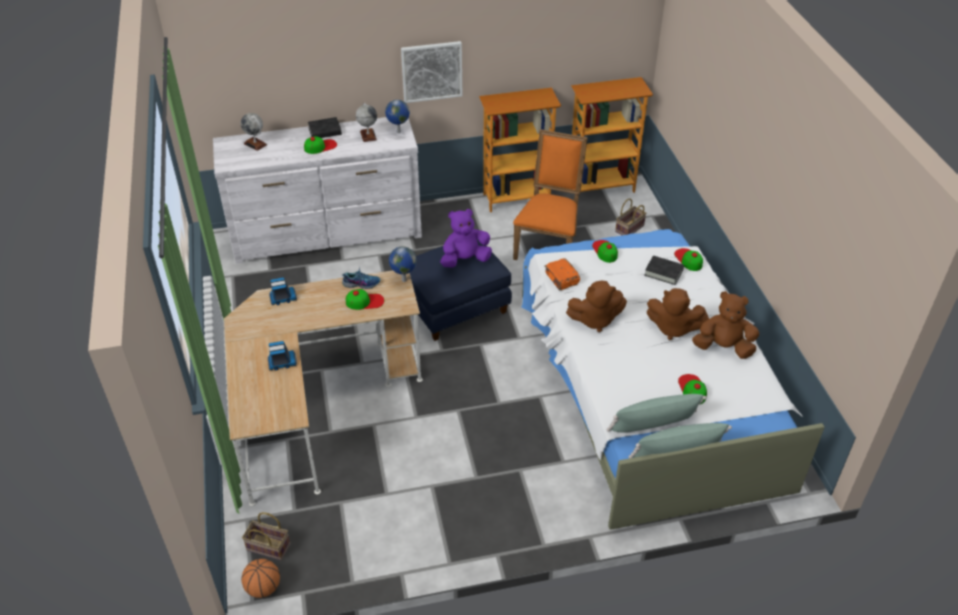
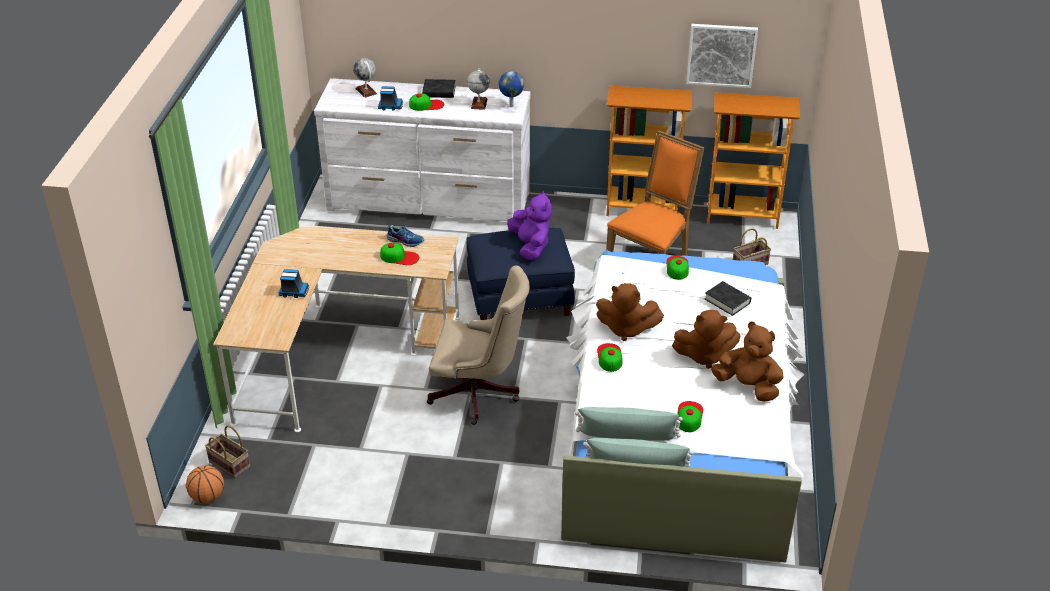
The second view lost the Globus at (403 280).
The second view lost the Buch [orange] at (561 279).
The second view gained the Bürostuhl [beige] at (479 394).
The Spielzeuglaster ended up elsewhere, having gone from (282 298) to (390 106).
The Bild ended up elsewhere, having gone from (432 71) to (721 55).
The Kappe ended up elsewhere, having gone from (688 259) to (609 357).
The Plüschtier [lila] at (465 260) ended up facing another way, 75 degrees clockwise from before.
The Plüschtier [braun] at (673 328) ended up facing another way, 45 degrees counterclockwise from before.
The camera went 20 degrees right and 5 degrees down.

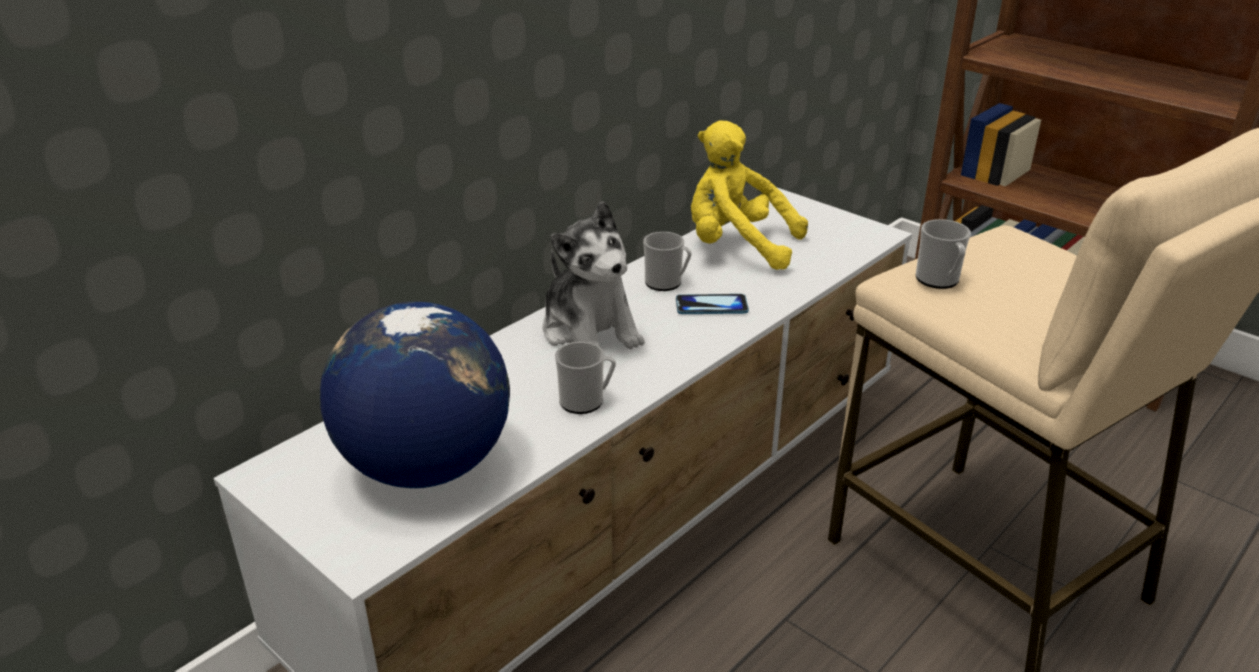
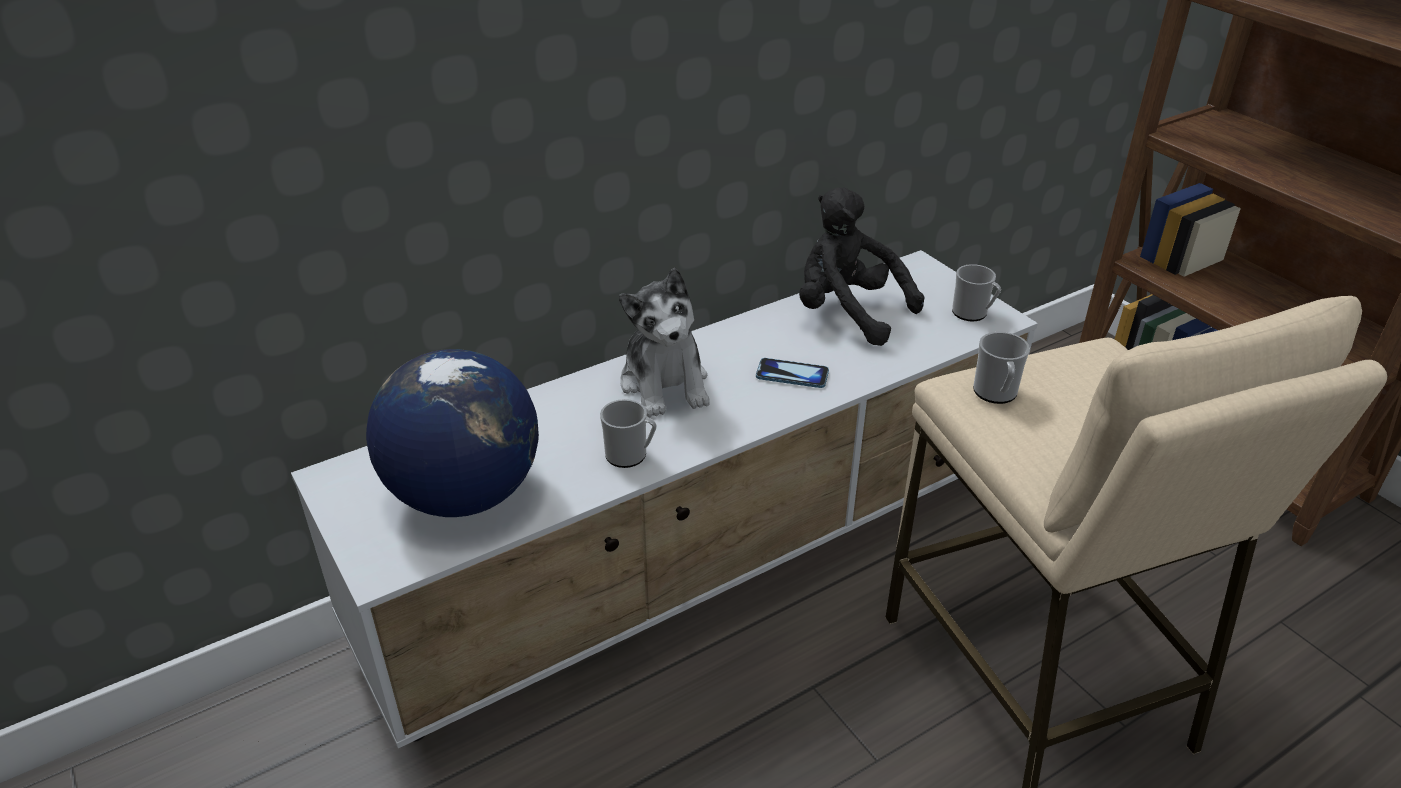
The Henkelbecher ended up elsewhere, having gone from (667 283) to (973 313).
What was the Plüschtier [gelb] at (737 247) turned into the Plüschtier [schwarz] at (848 313).
The camera went 15 degrees right and 5 degrees up.

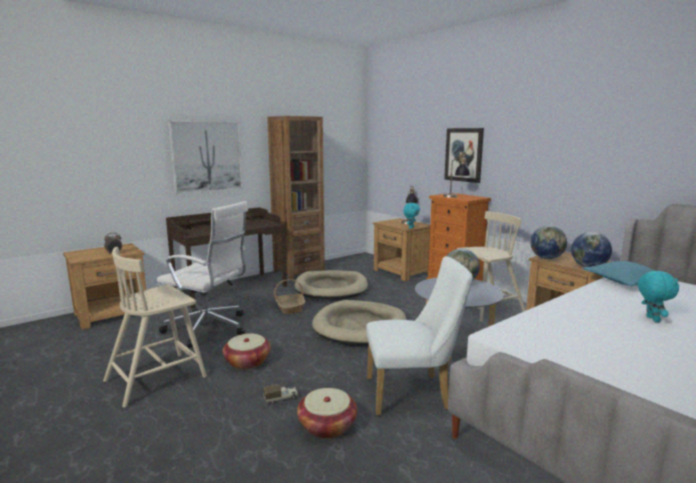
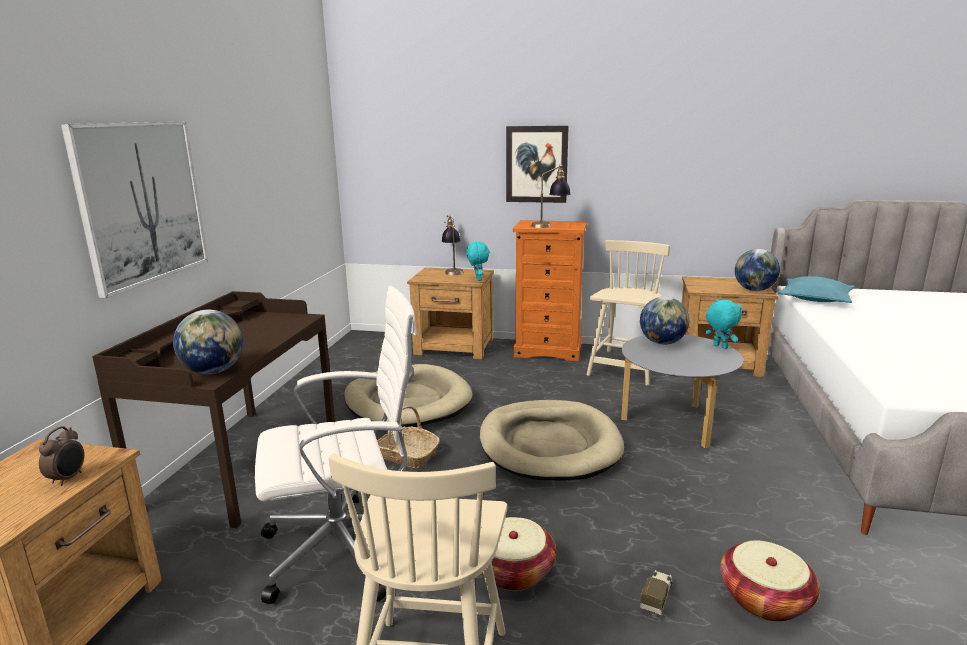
The second view lost the Bücherregal [braun] at (299 272).
The second view lost the Stuhl [weiß] at (413 394).
The Globus ended up elsewhere, having gone from (546 258) to (214 371).
The Plüschtier [türkis] ended up elsewhere, having gone from (651 319) to (719 347).
The camera went 40 degrees left and 5 degrees up.

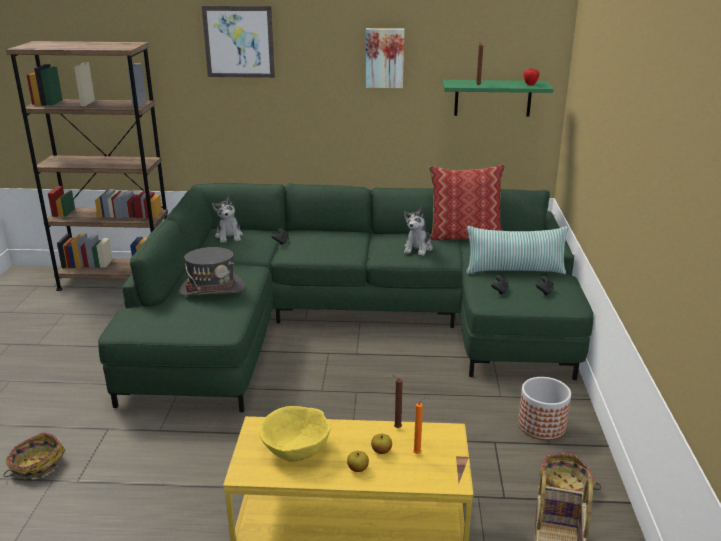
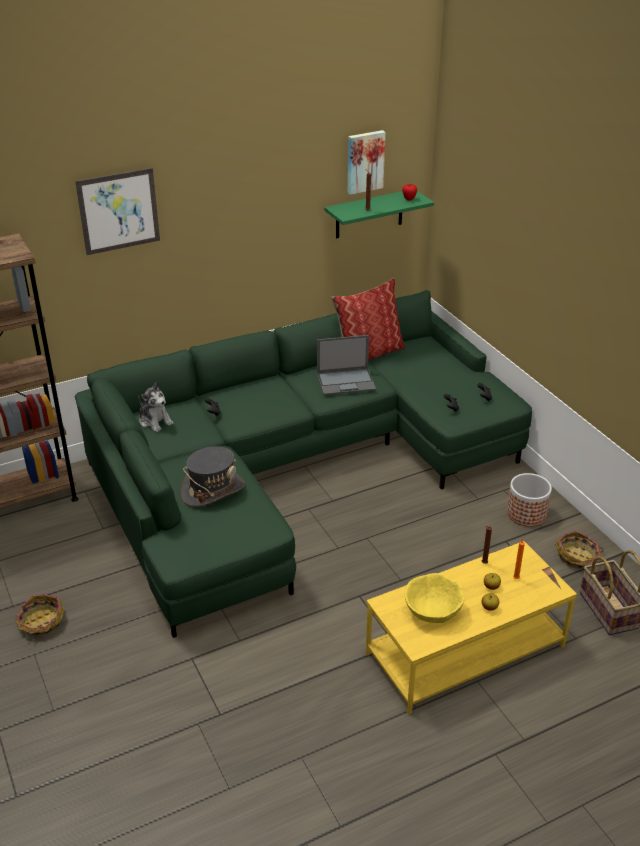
The second view lost the Kissen at (514 271).
The Korb ended up elsewhere, having gone from (36 464) to (41 623).
The Bild ended up elsewhere, having gone from (384 58) to (364 161).
Where the Plüschtier stood at (418 248), the Laptop came to stand at (346 381).
The camera went 30 degrees left and 10 degrees up.

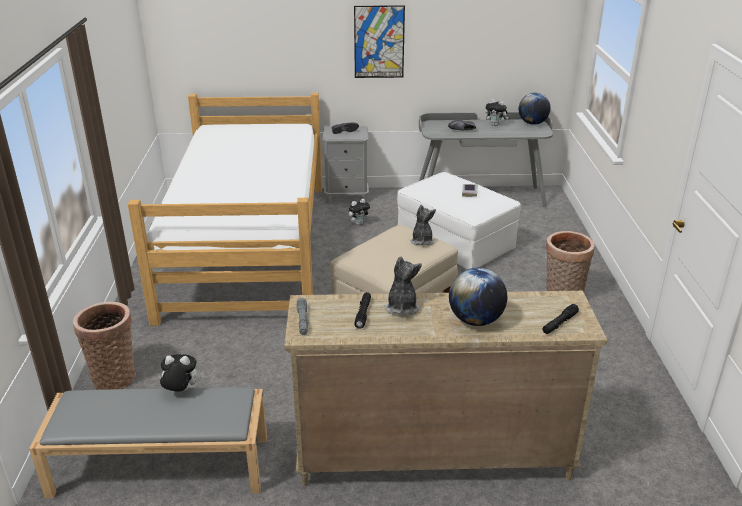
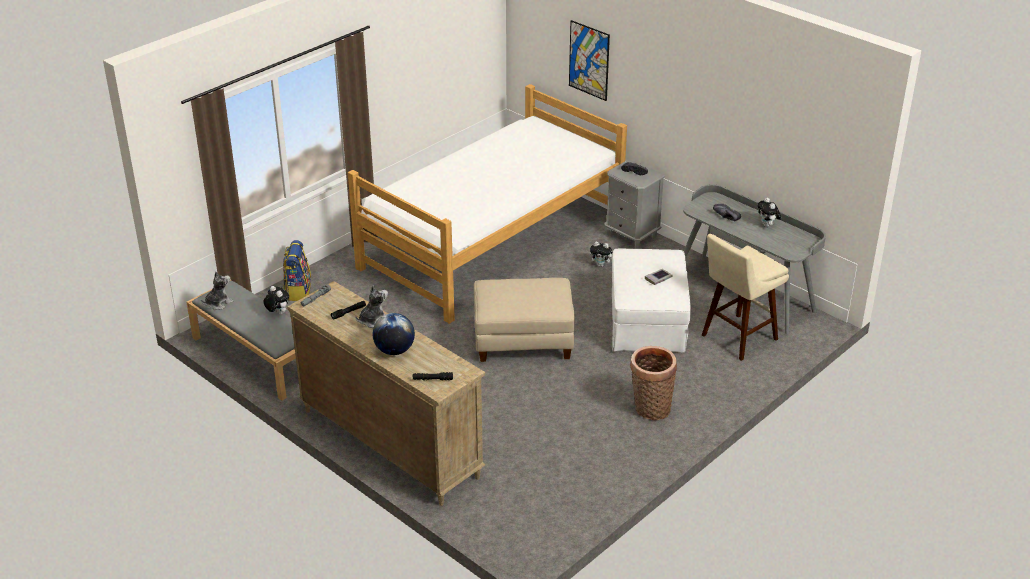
The second view lost the Globus at (532 123).
The second view gained the Hocker [beige] at (736 339).
The Bild ended up elsewhere, having gone from (379 42) to (589 60).
The Plüschtier ended up elsewhere, having gone from (422 241) to (218 303).
Where the Korb stood at (114 376), the Rucksack came to stand at (298 291).
The camera went 45 degrees right and 5 degrees up.

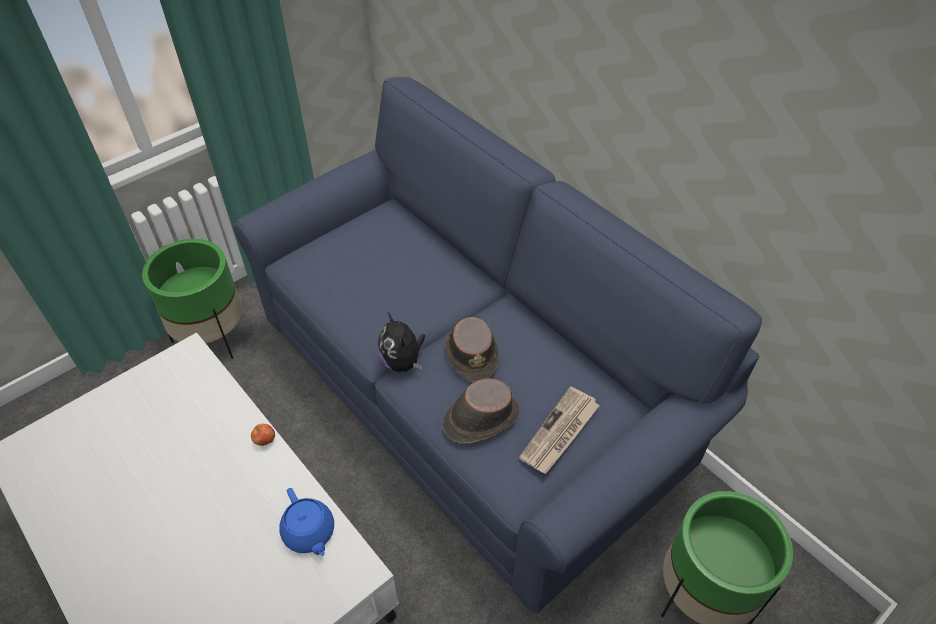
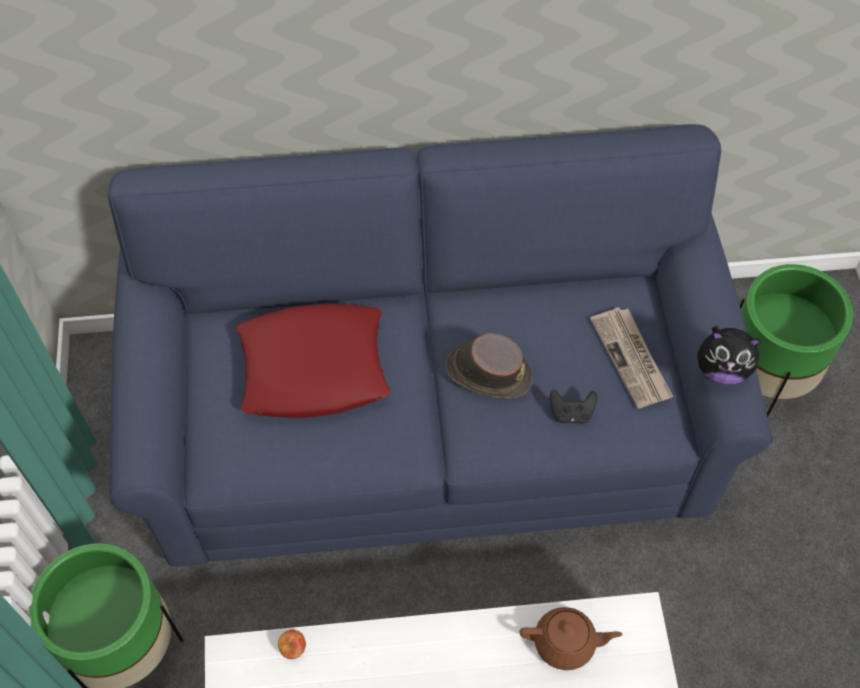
The second view gained the Kissen [rot] at (314 367).
The Apfel ended up elsewhere, having gone from (265 440) to (293 648).
The Plüschtier ended up elsewhere, having gone from (403 362) to (721 369).
Where the Hut [braun] stood at (480 419), the Gamepad [schwarz] came to stand at (571 413).
What was the Teekanne [blau] at (309 533) turned into the Teekanne [braun] at (565 643).
The camera went 55 degrees left and 10 degrees up.

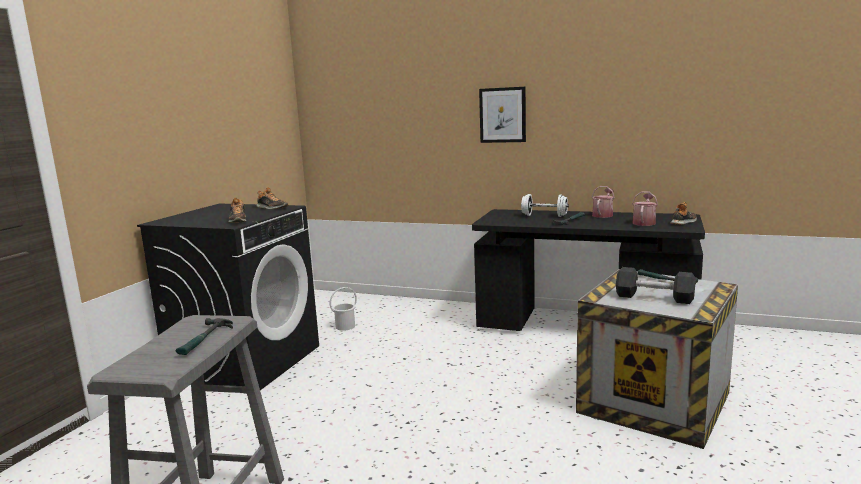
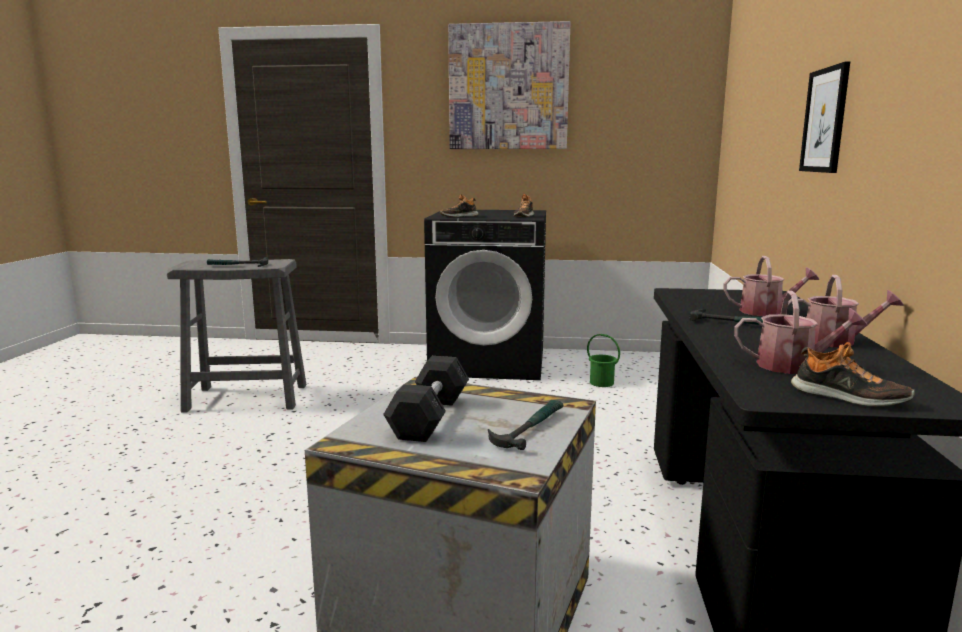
The second view gained the Bild at (508 87).
Where the Hantel [weiß] stood at (544 216), the Gießkanne came to stand at (766 312).
What was the Eimer [weiß] at (345 326) turned into the Eimer [grün] at (601 383).
The camera went 75 degrees right and 0 degrees up.

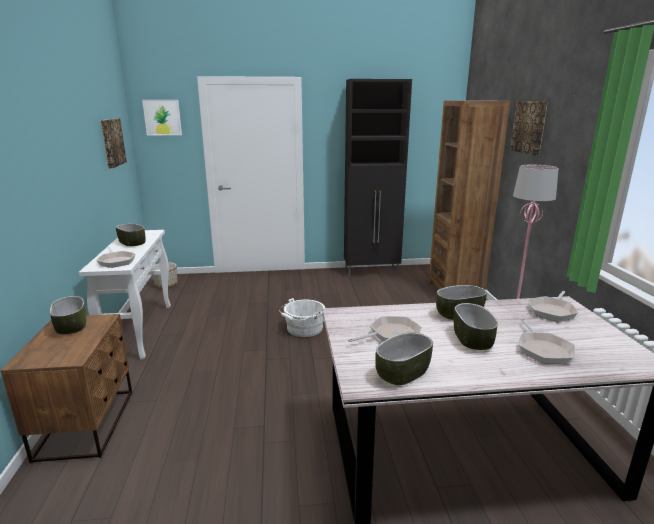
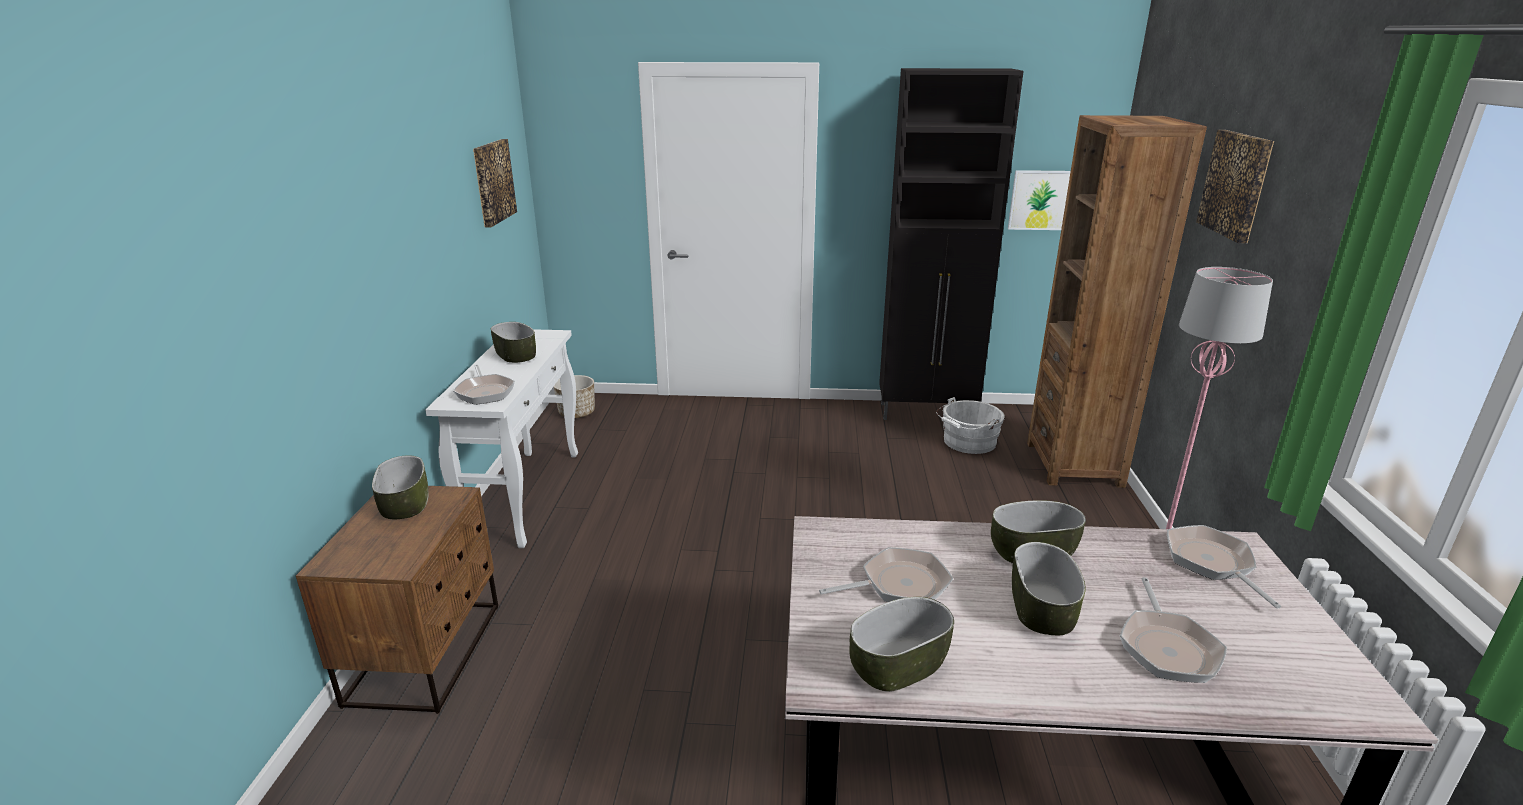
The Bild ended up elsewhere, having gone from (162 117) to (1040 200).
The Eimer [weiß] ended up elsewhere, having gone from (303 329) to (967 442).
The Pfanne at (552 311) ended up facing another way, 120 degrees clockwise from before.
The camera went 10 degrees right and 5 degrees up.

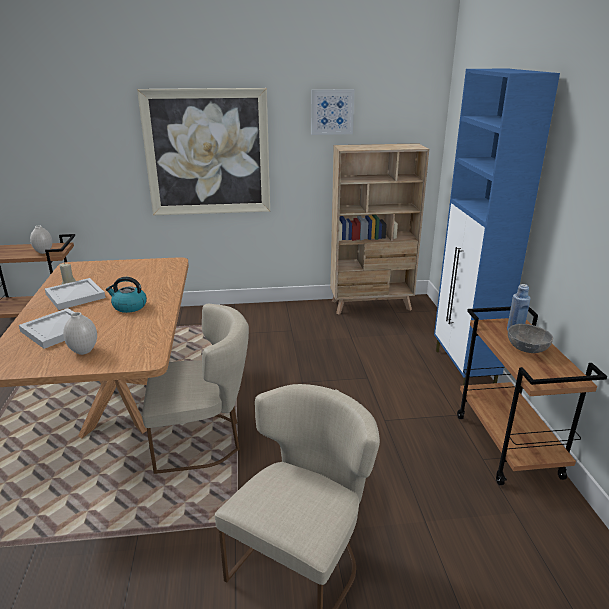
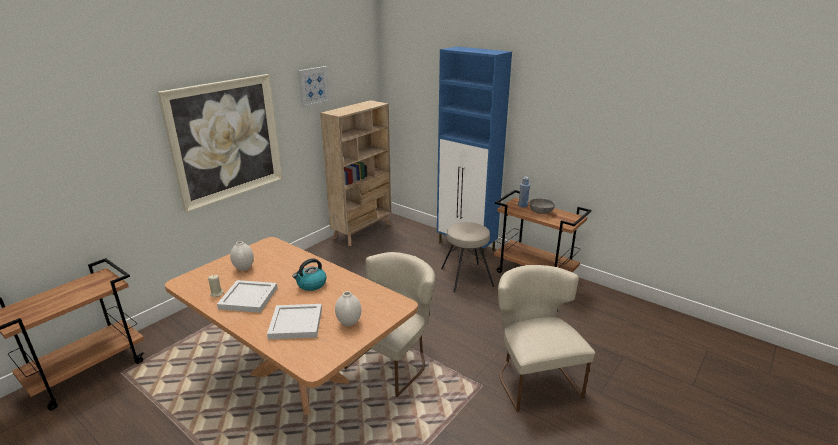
The second view gained the Hocker [beige] at (466 277).
The Vase [weiß] ended up elsewhere, having gone from (44 252) to (244 268).
The camera went 45 degrees left and 0 degrees up.

